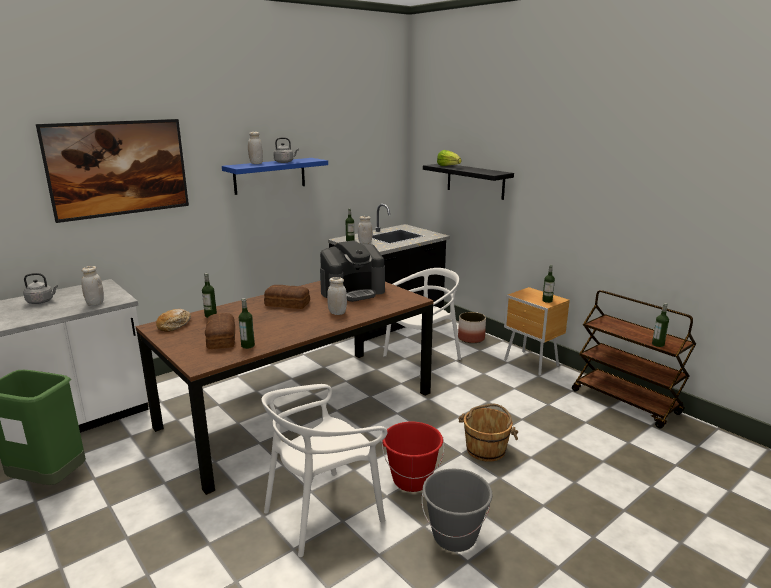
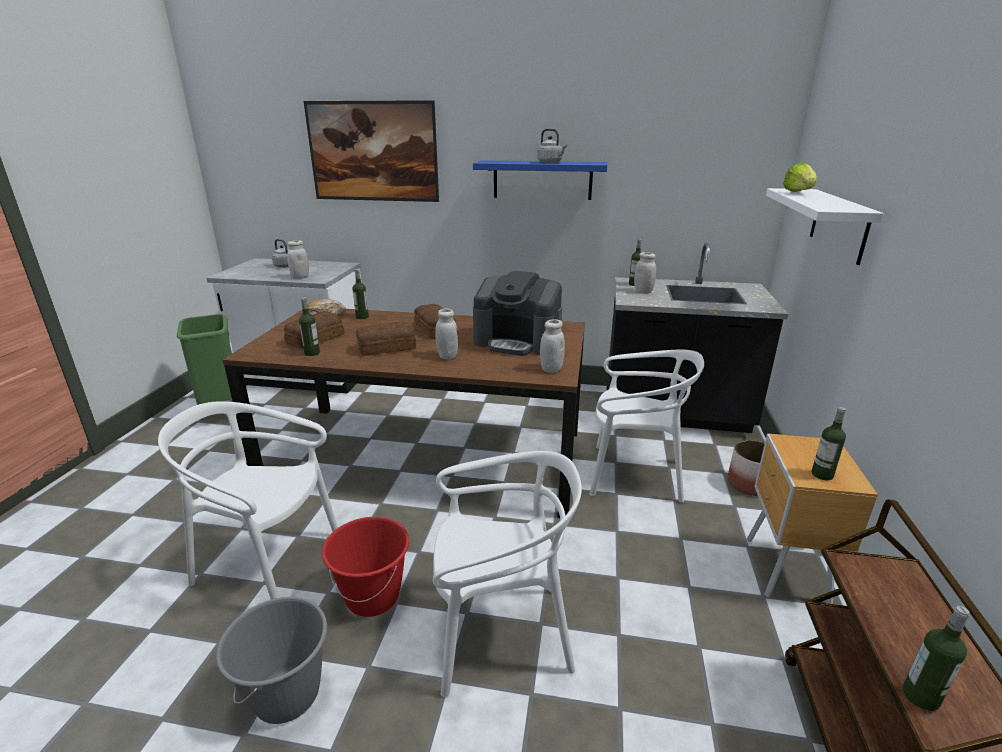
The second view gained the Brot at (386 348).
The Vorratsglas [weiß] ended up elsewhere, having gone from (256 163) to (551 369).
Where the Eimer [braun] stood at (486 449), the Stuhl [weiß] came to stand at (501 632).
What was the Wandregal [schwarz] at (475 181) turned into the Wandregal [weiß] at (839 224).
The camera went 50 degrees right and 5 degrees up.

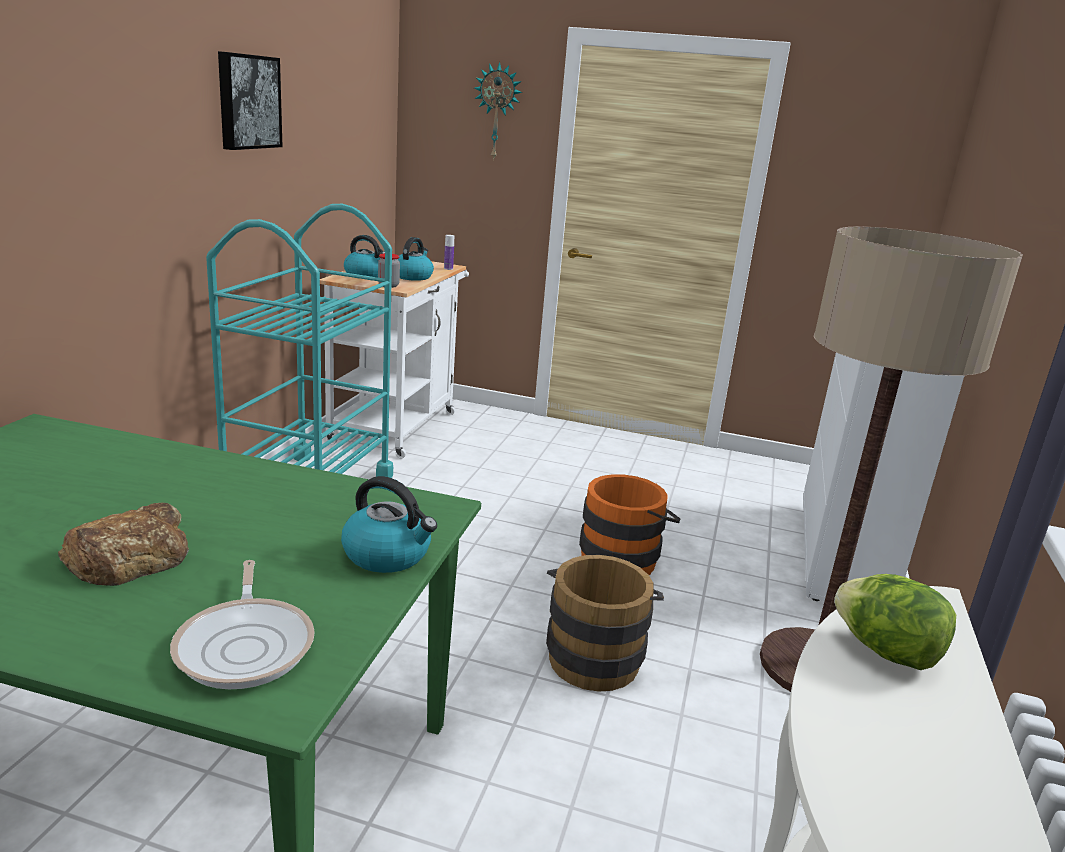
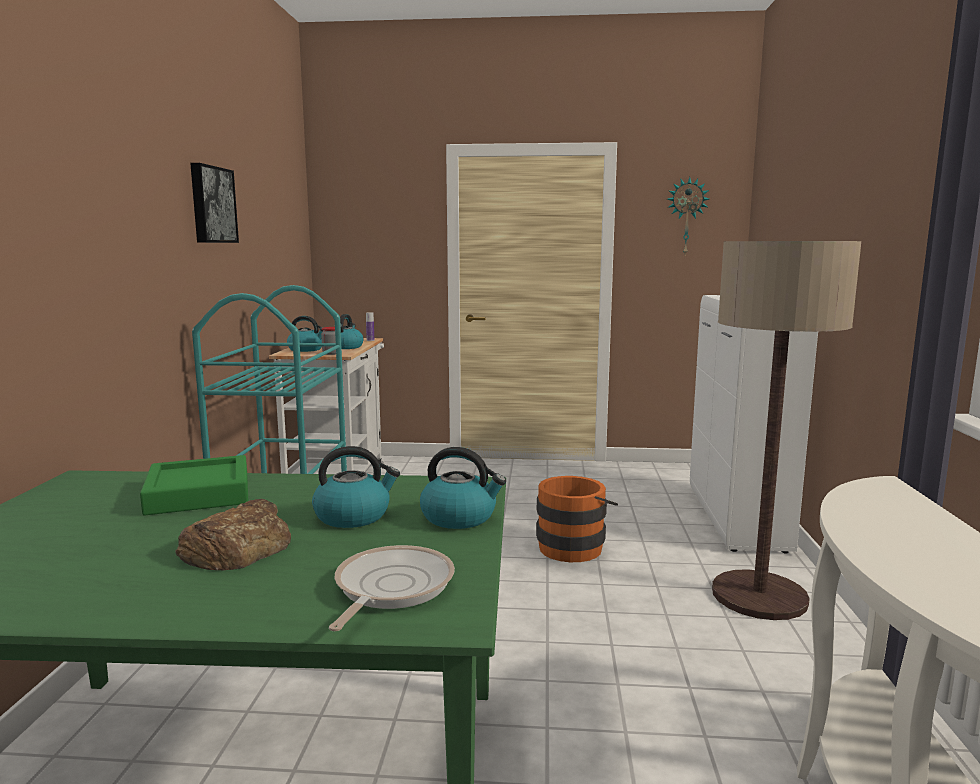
The second view lost the Eimer [braun] at (595 655).
The second view lost the Salatkopf at (886 652).
The second view gained the Tablett [grün] at (199 494).
The second view gained the Wasserkessel at (353 516).
The Wanduhr ended up elsewhere, having gone from (497 112) to (686 216).
The Pfanne at (246 645) ended up facing another way, 135 degrees counterclockwise from before.
The camera went 10 degrees left and 10 degrees down.

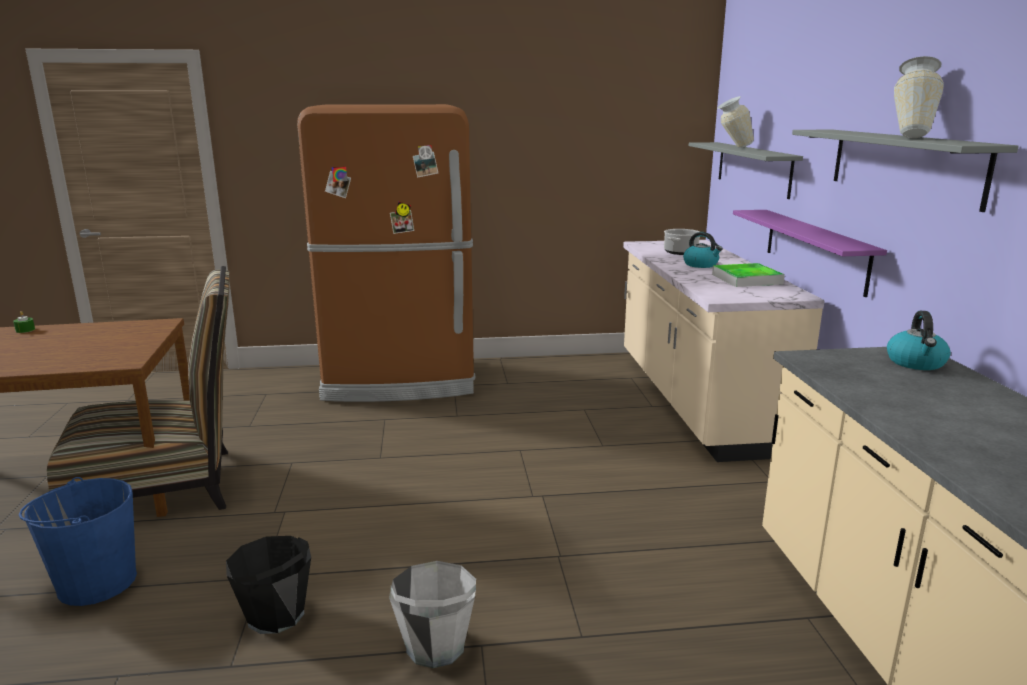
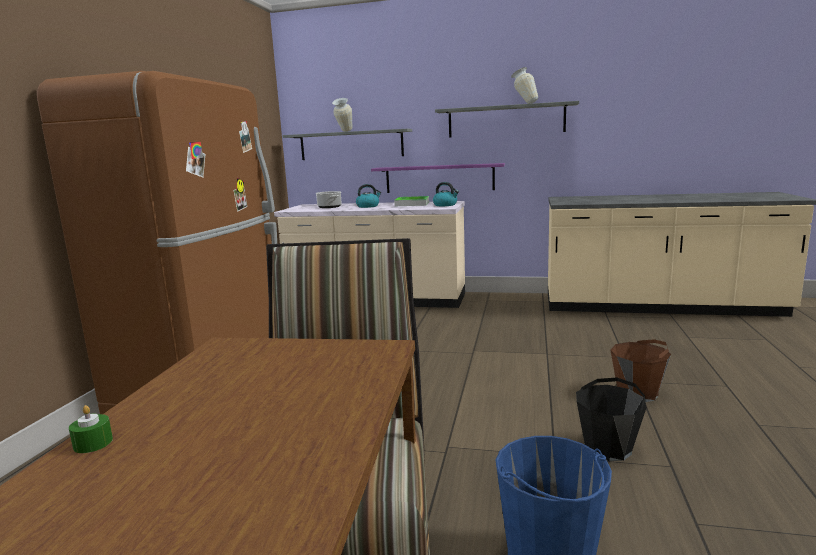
The Wasserkessel ended up elsewhere, having gone from (916 363) to (445 205).
What was the Eimer [grau] at (435 646) turned into the Eimer [braun] at (638 393).
The camera went 70 degrees left and 5 degrees down.

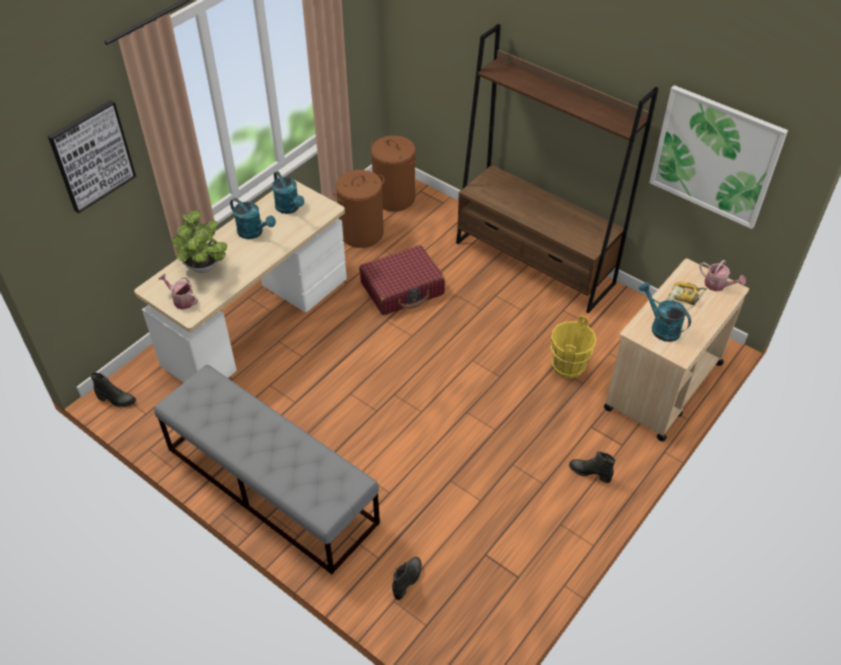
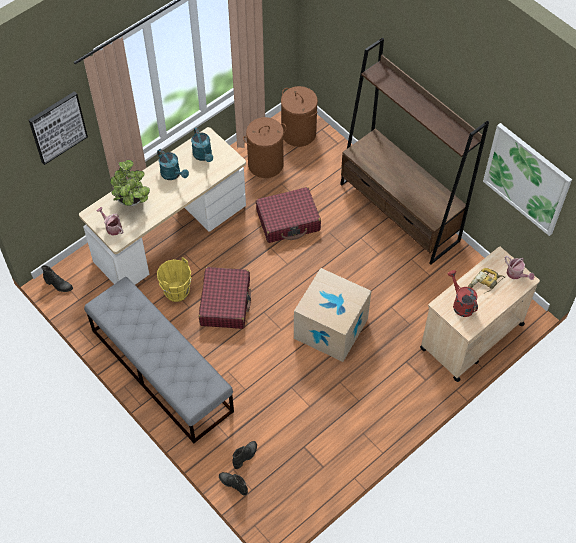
The second view gained the Koffer [rot] at (225 303).
The second view gained the Karton at (331 328).
The Eimer [gelb] ended up elsewhere, having gone from (567 367) to (176 292).
The Stiefel [schwarz] ended up elsewhere, having gone from (590 473) to (233 484).
What was the Gießkanne [türkis] at (661 327) turned into the Gießkanne [rot] at (460 304).
The camera went 10 degrees right and 10 degrees up.

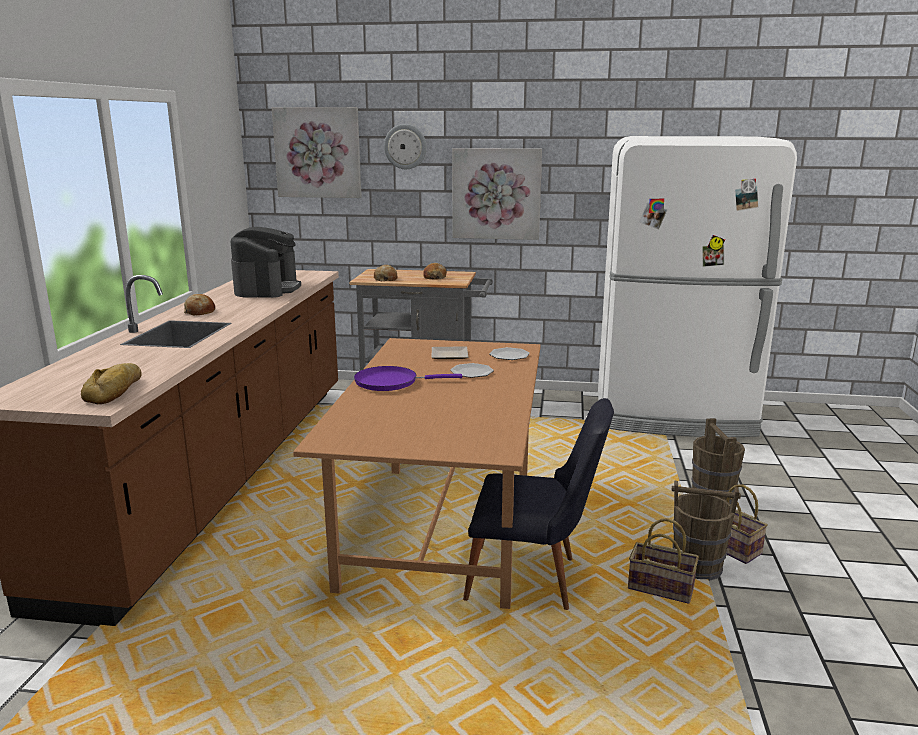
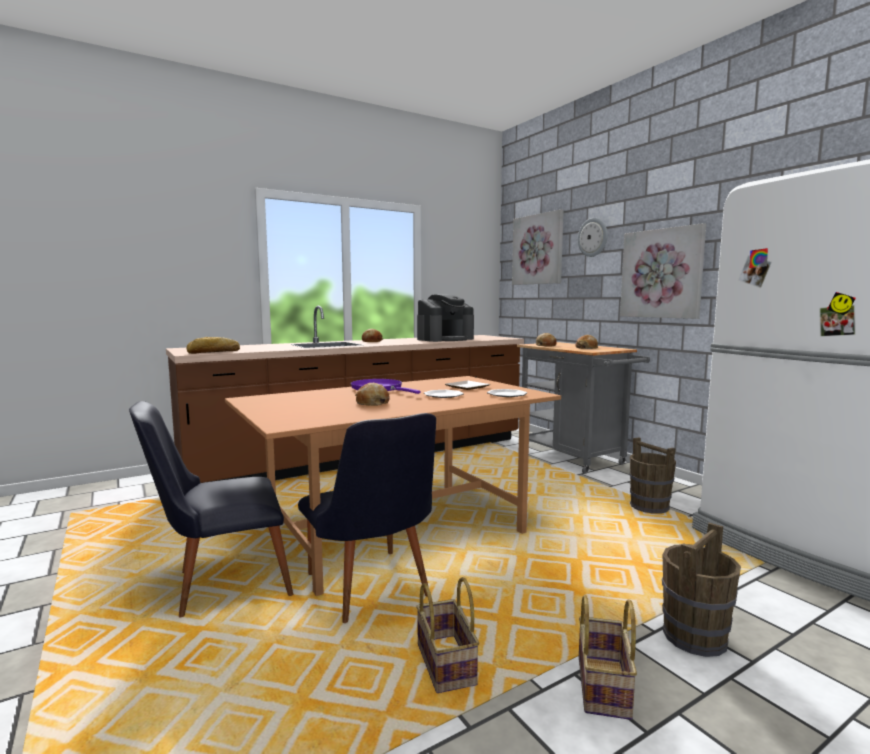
The second view gained the Stuhl [schwarz] at (220 585).
The second view gained the Brot at (372 403).
The Eimer [braun] ended up elsewhere, having gone from (697 566) to (649 507).
The camera went 50 degrees right and 10 degrees down.

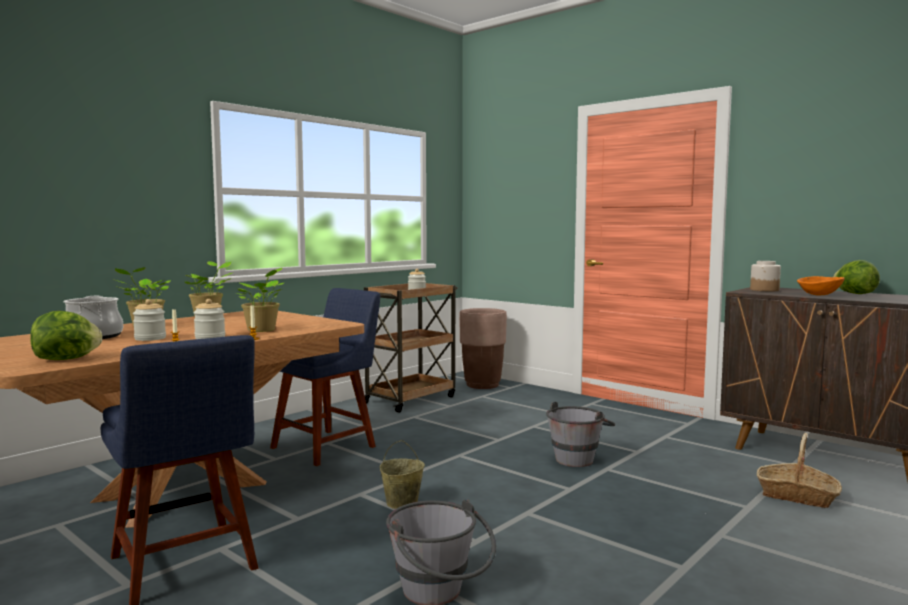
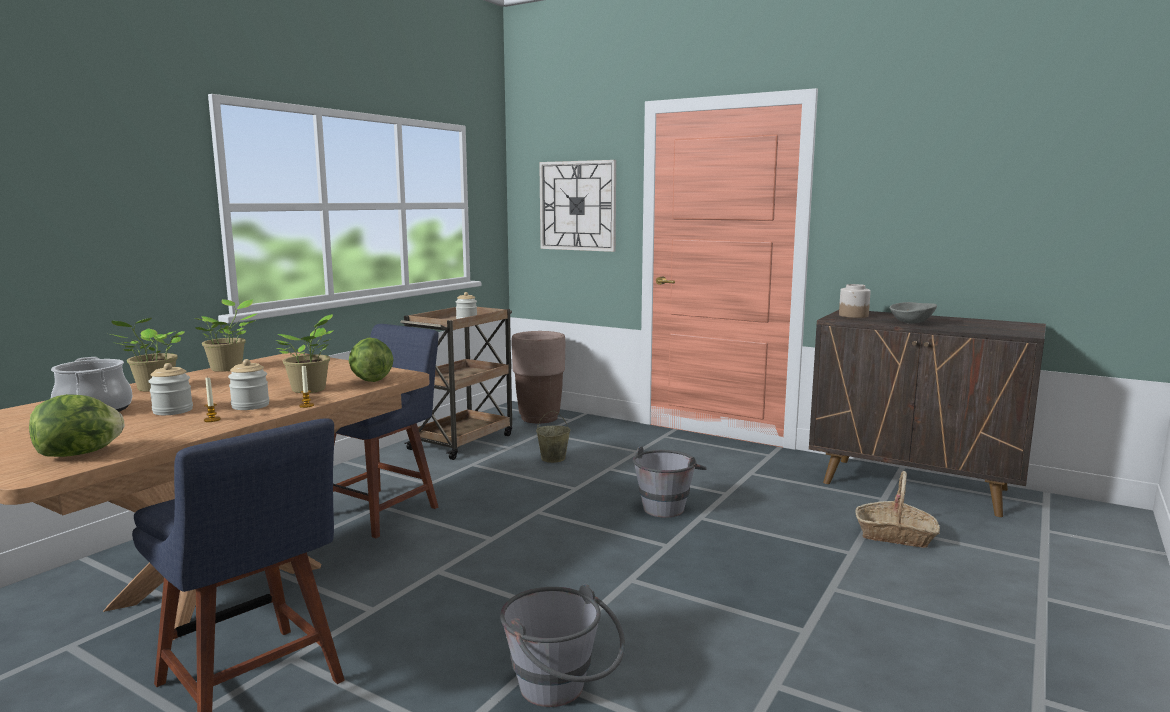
The second view gained the Wanduhr at (577 206).
The Eimer [beige] ended up elsewhere, having gone from (401 503) to (553 458).
The Salatkopf ended up elsewhere, having gone from (854 293) to (370 380).
What was the Schüssel [orange] at (819 295) turned into the Schüssel [grau] at (912 323).
The camera went 10 degrees left and 5 degrees up.

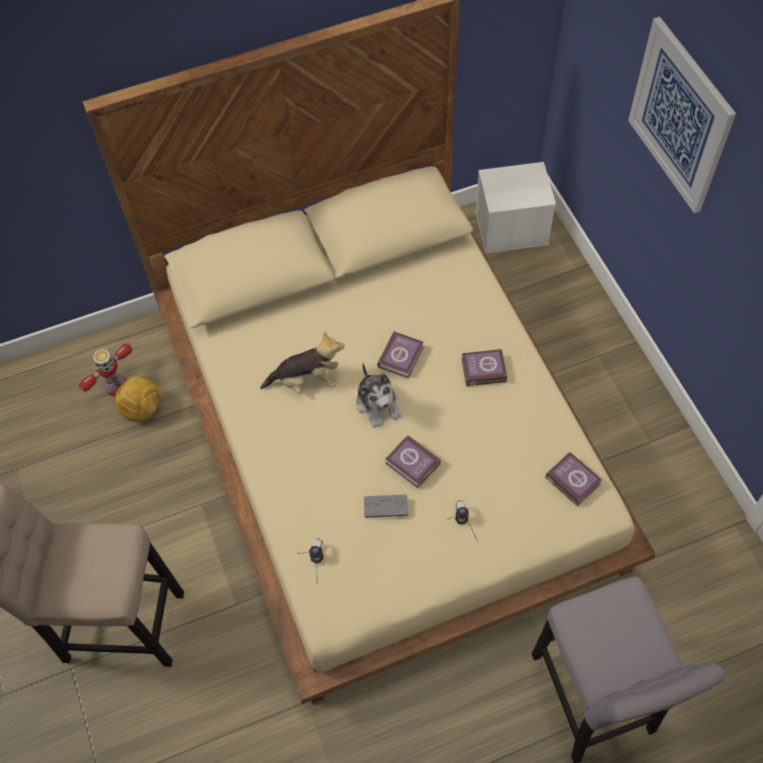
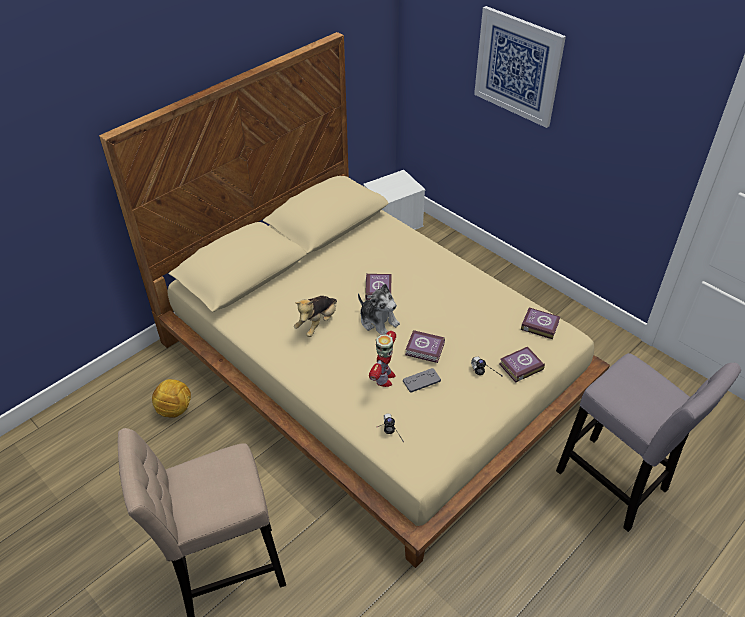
The Spielzeugroboter ended up elsewhere, having gone from (116 386) to (384 378).
The Buch ended up elsewhere, having gone from (482 369) to (519 366).
The Plüschtier at (307 381) ended up facing another way, 150 degrees clockwise from before.
The camera went 25 degrees left and 15 degrees down.

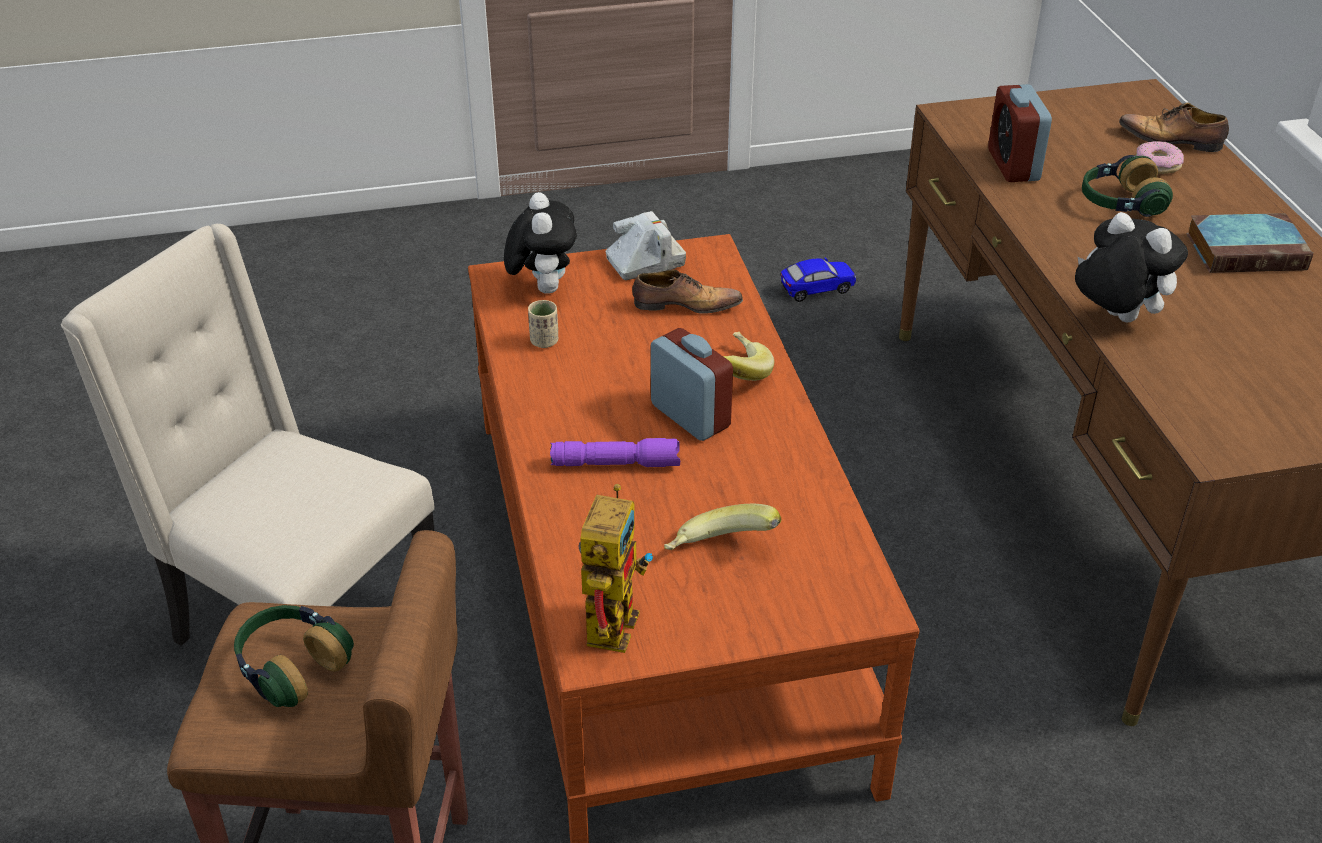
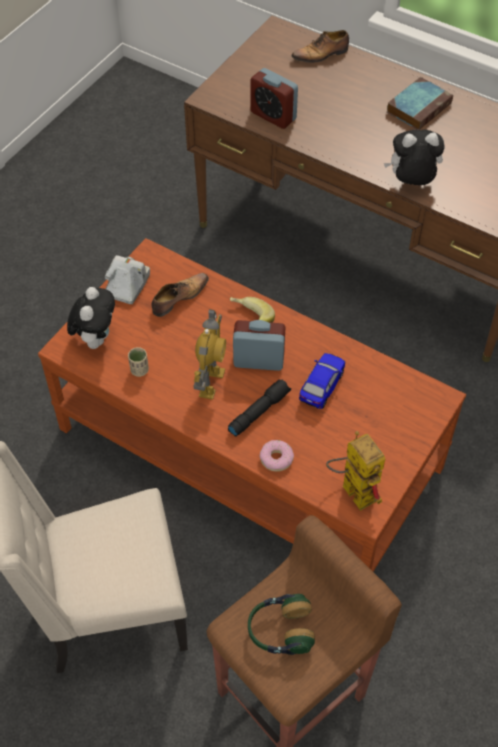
The second view lost the Banane at (720 552).
The second view lost the Kopfhörer at (1120 204).
The second view gained the Spielzeugroboter at (210 382).
The Spielzeugauto ended up elsewhere, having gone from (817 289) to (322 386).
The Donut ended up elsewhere, having gone from (1157 164) to (276 458).
What was the Taschenlampe [lila] at (616 463) turned into the Taschenlampe [schwarz] at (259 411).
The Plüschtier at (542 287) ended up facing another way, 60 degrees clockwise from before.
The camera went 45 degrees left and 15 degrees up.

